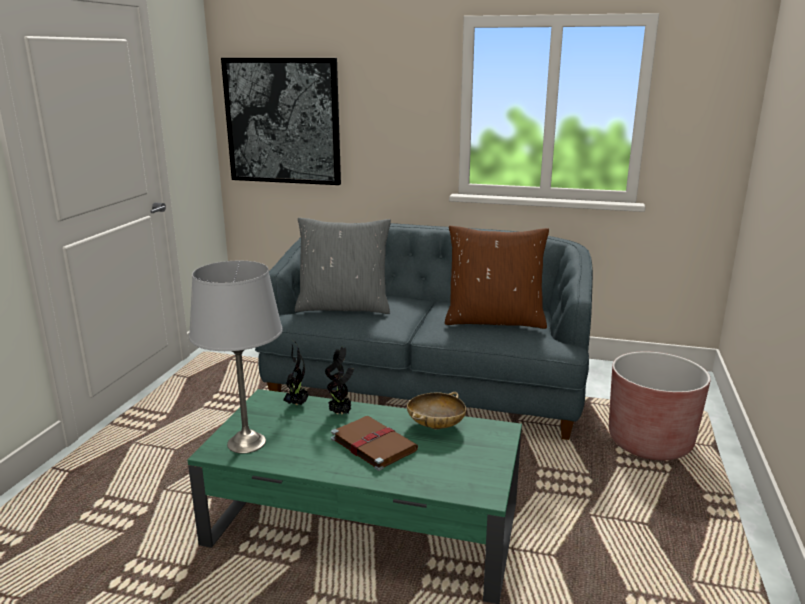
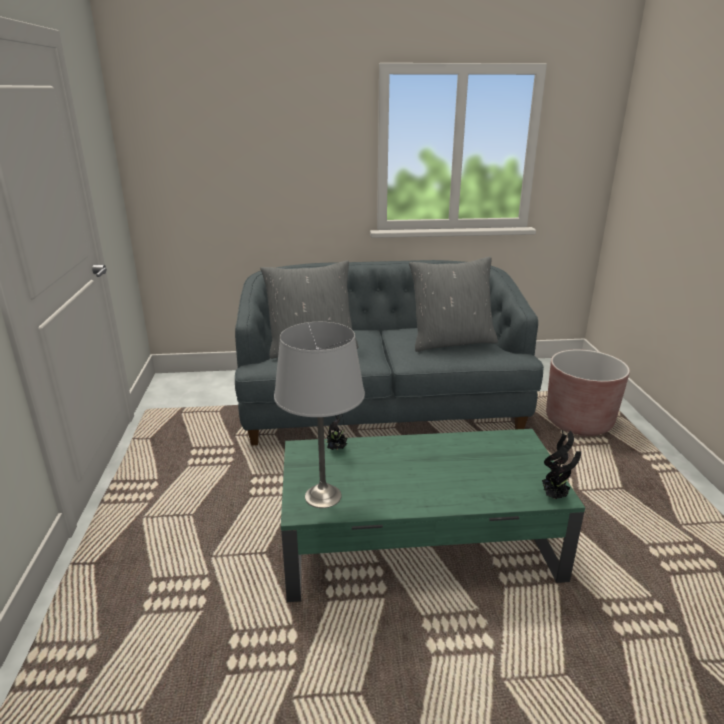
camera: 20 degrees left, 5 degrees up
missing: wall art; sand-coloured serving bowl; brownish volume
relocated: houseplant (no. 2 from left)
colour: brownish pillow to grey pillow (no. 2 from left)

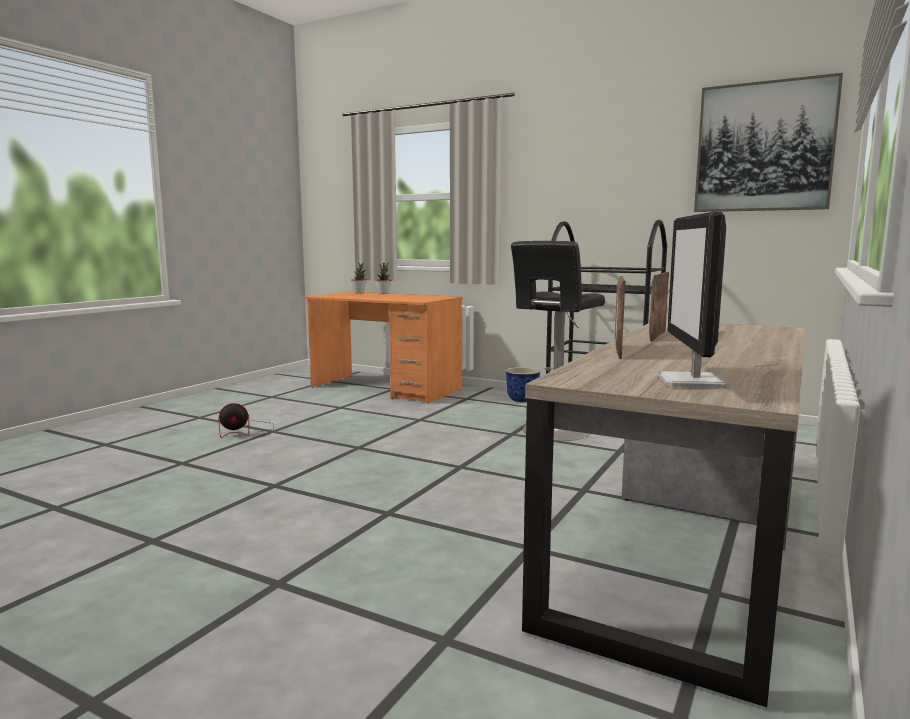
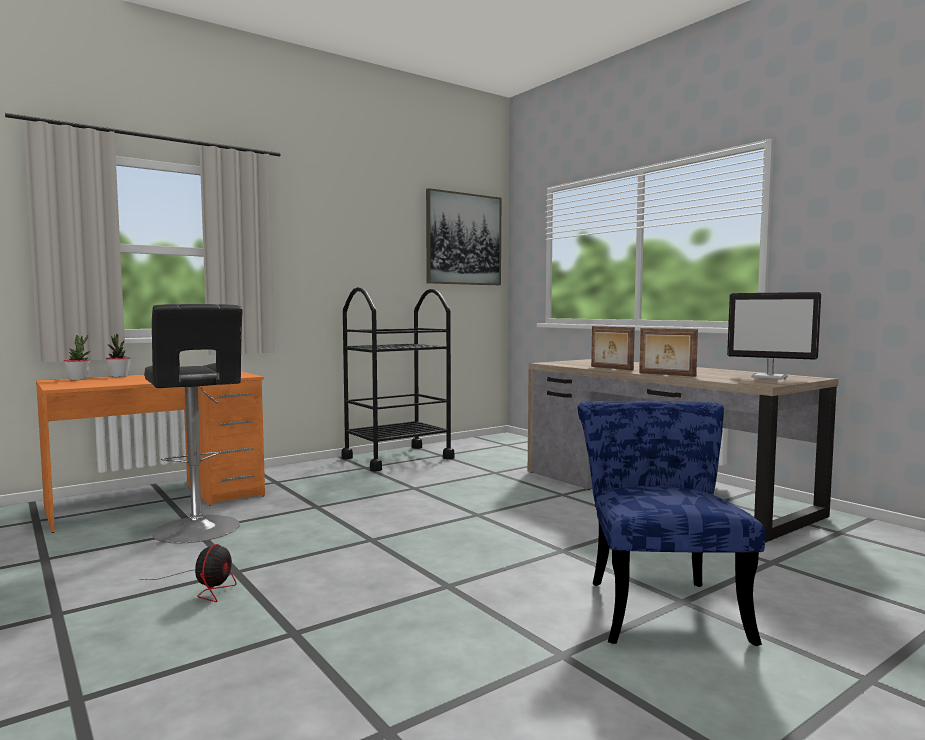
camera: 65 degrees left, 5 degrees down
missing: plant pot
appeared: bluish chair
relocated: blackish sitting stool

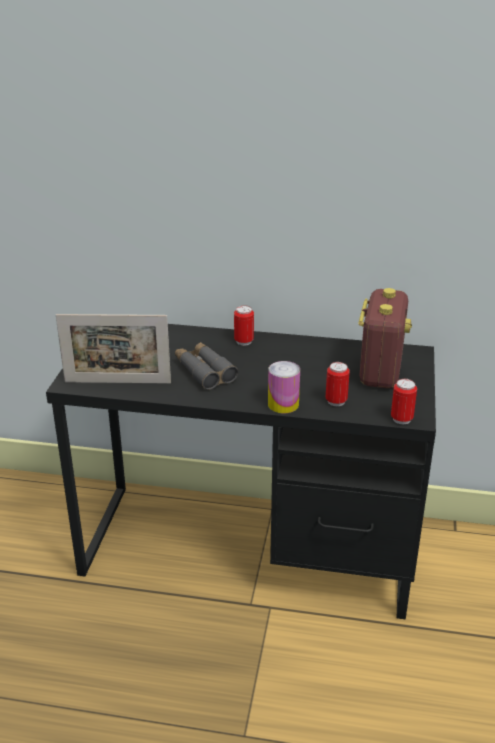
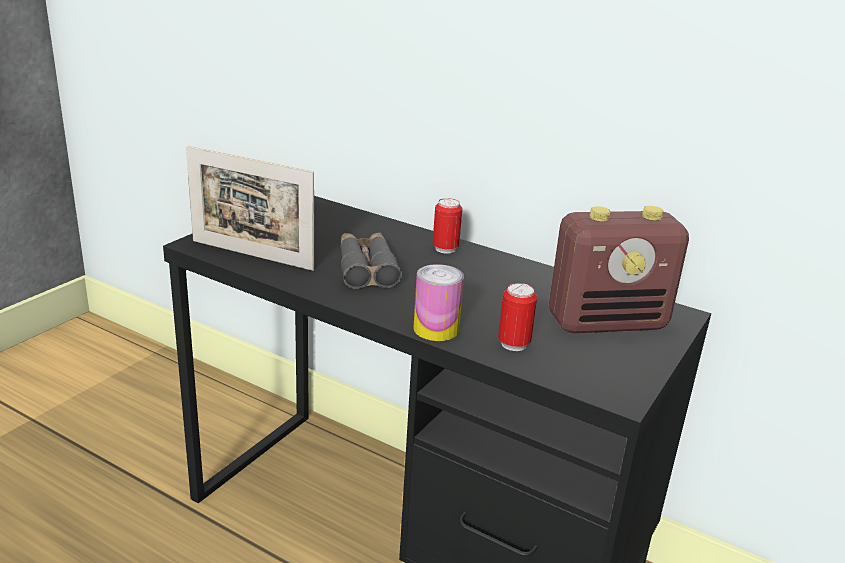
camera: 20 degrees right, 5 degrees down
missing: can (no. 4 from left)
spun: radio receiver 45 degrees clockwise

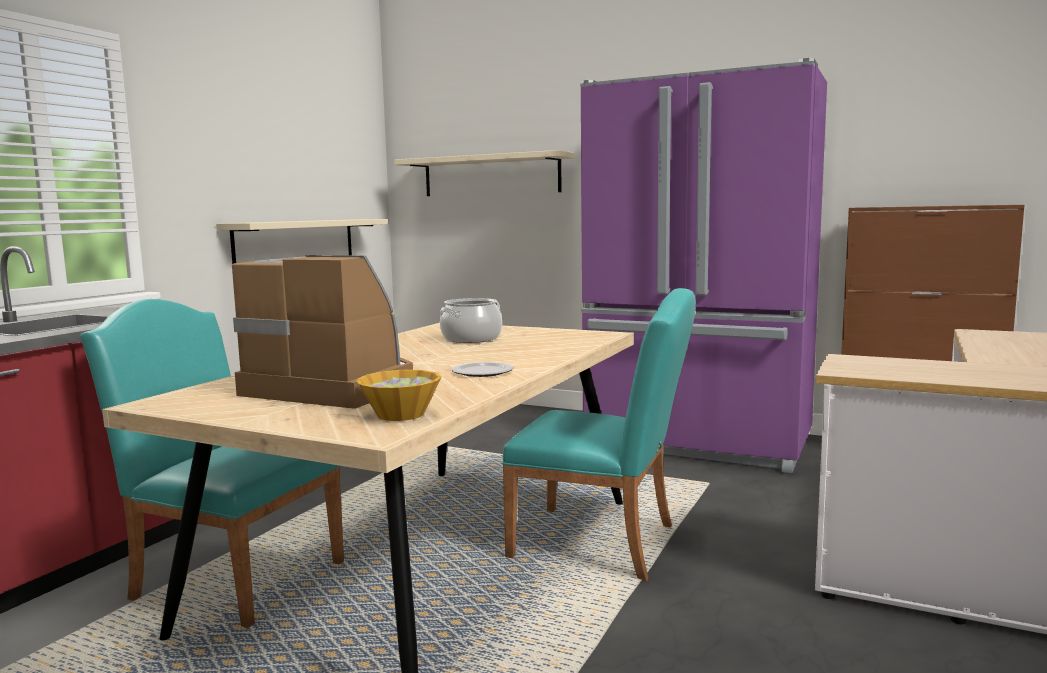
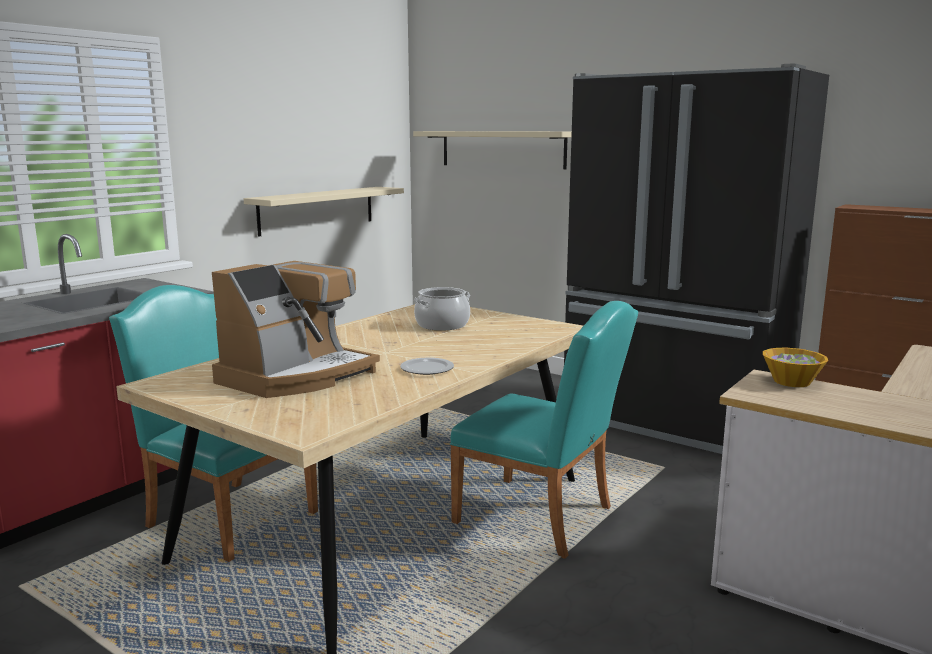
camera: 10 degrees right, 5 degrees up
relocated: serving bowl
colour: purplish refrigerator to blackish refrigerator
spun: coffee brewer 90 degrees clockwise

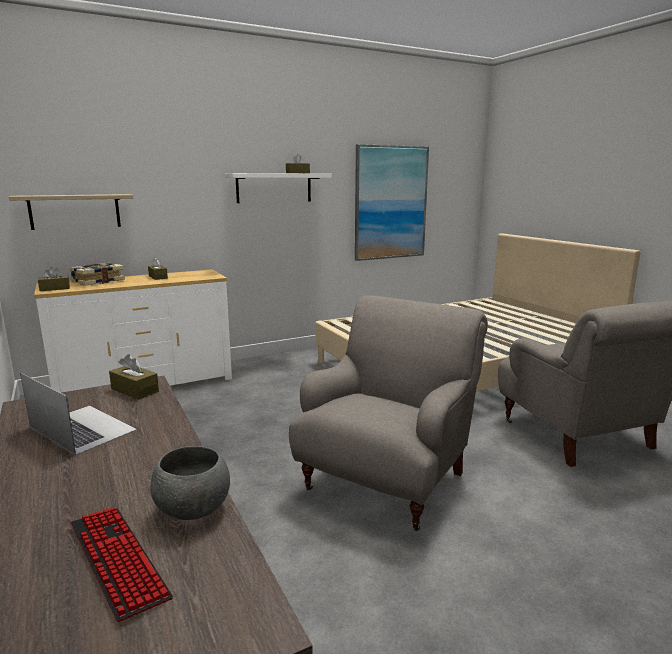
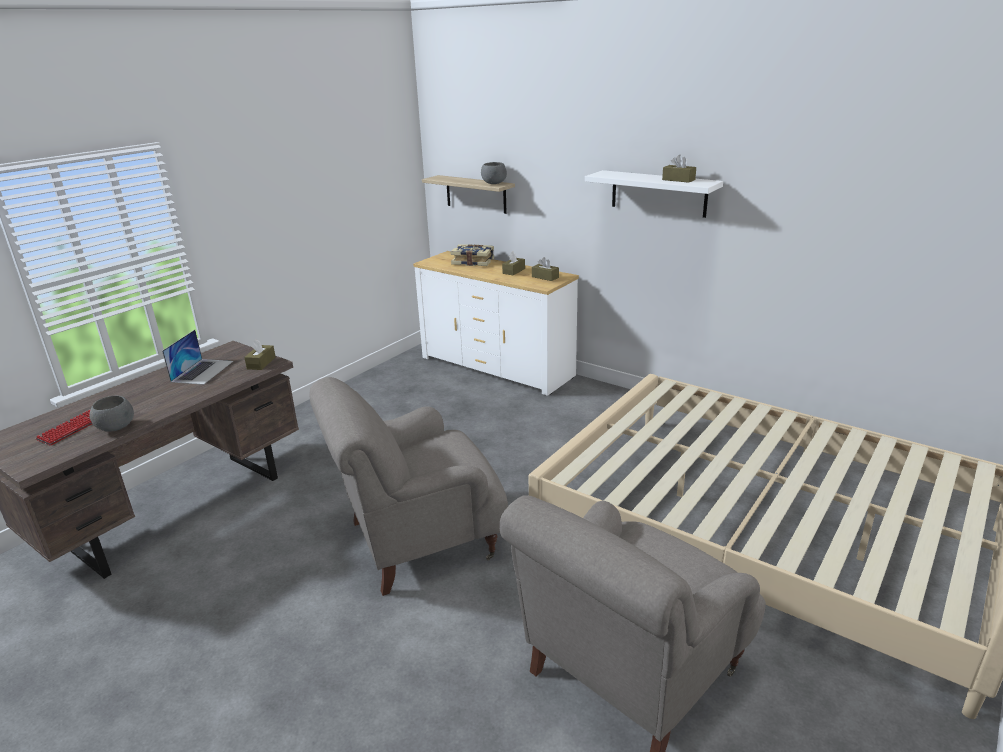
camera: 65 degrees right, 10 degrees up
missing: wall art
appeared: grey serving bowl (no. 2 from left)
relocated: brownish tissue box (no. 1 from left in the first image) to brownish tissue box (no. 3 from left)
spun: grey easy chair (no. 1 from left) 150 degrees clockwise

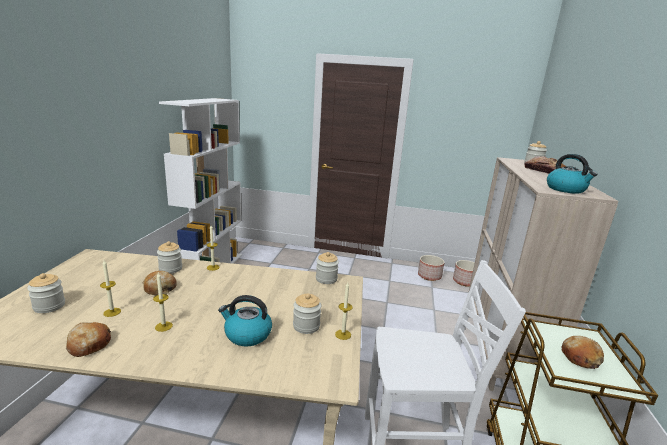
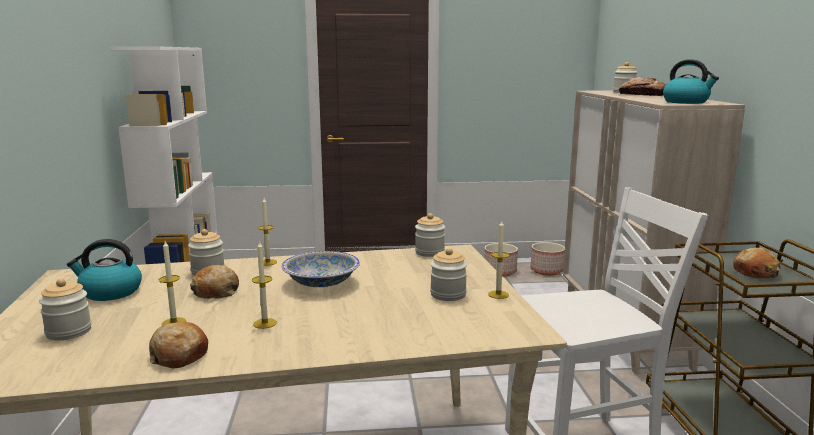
camera: 15 degrees left, 5 degrees down
appeared: serving bowl
relocated: tea kettle (no. 1 from left)

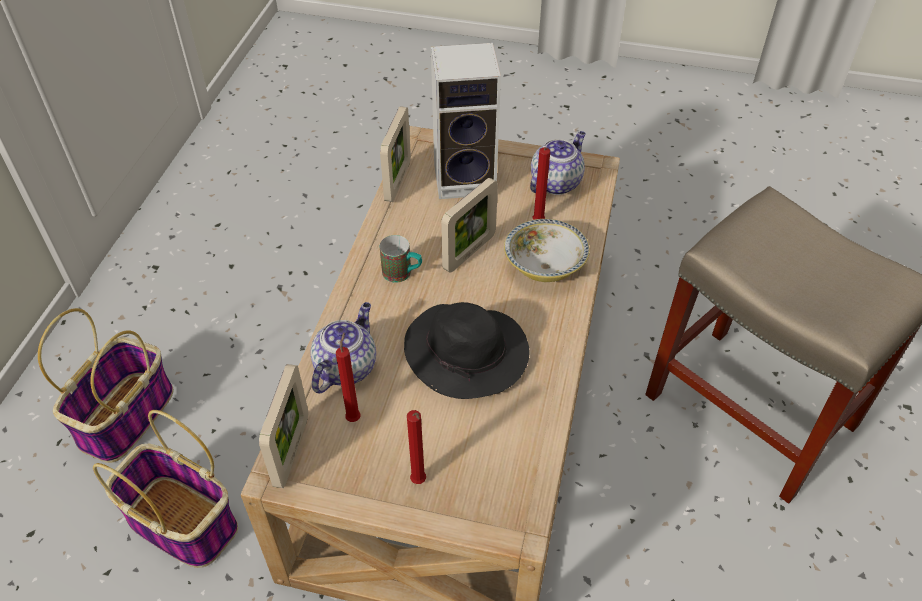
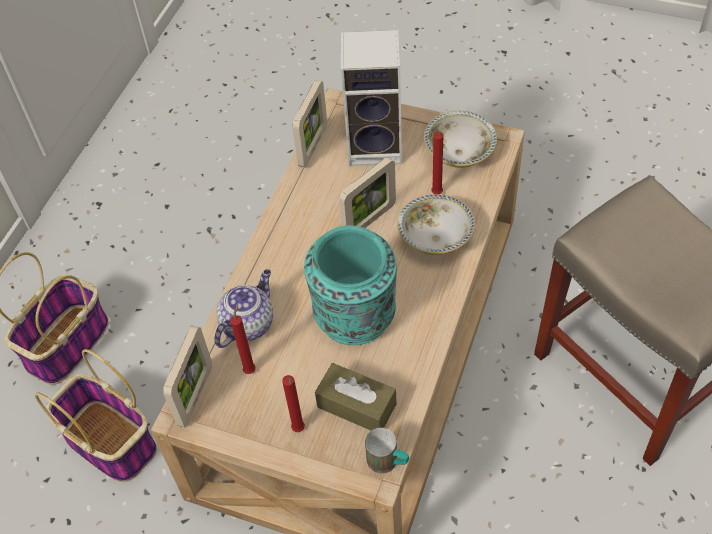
camera: 10 degrees right, 5 degrees up
appeared: brownish tissue box
relocated: coffee mug
exchanged: pot for tea (no. 2 from left) to serving bowl (no. 2 from left); blackish clothing hat to turquoise-coloured decorative vase

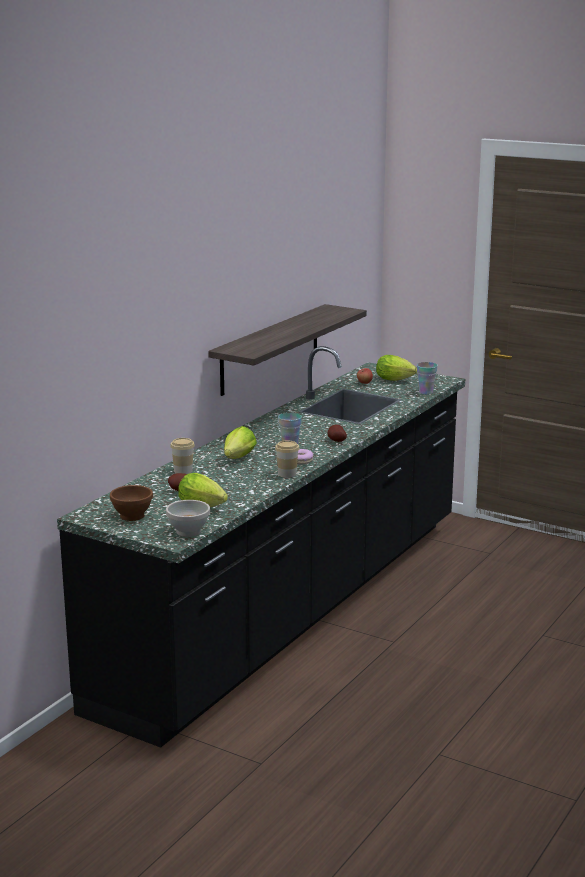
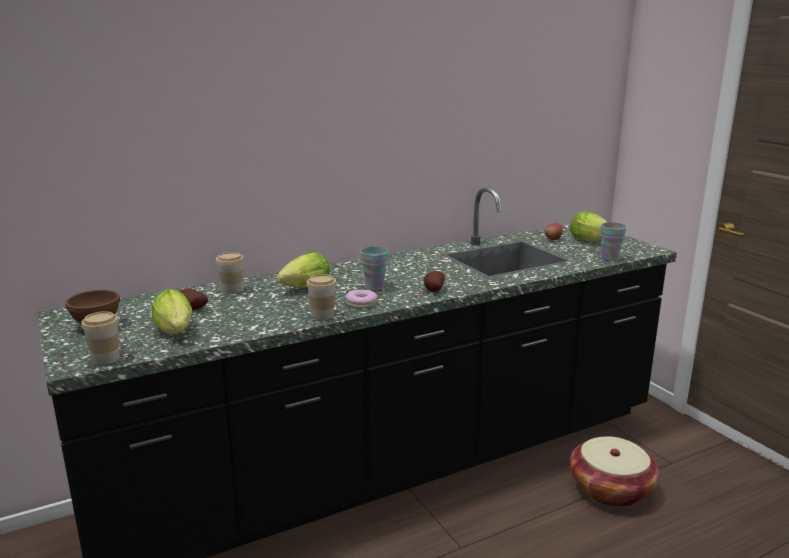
camera: 30 degrees right, 0 degrees up
missing: shelf
appeared: storage basket
exchanged: white serving bowl to small cup (no. 1 from left)

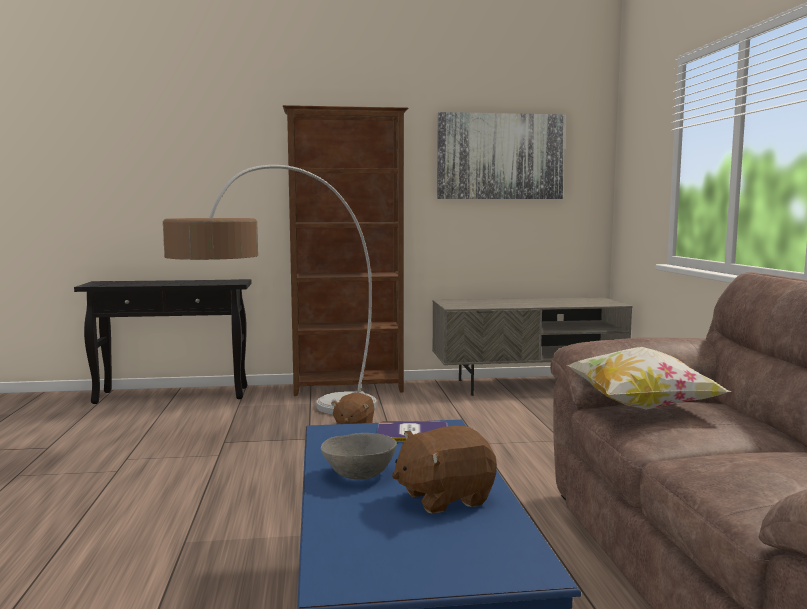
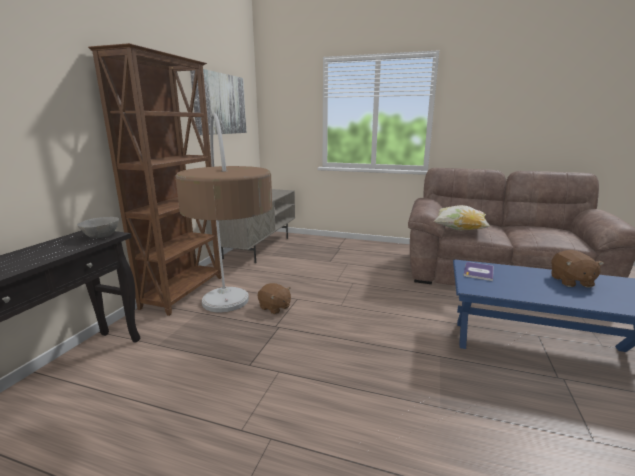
camera: 65 degrees left, 10 degrees up
relocated: grey serving bowl

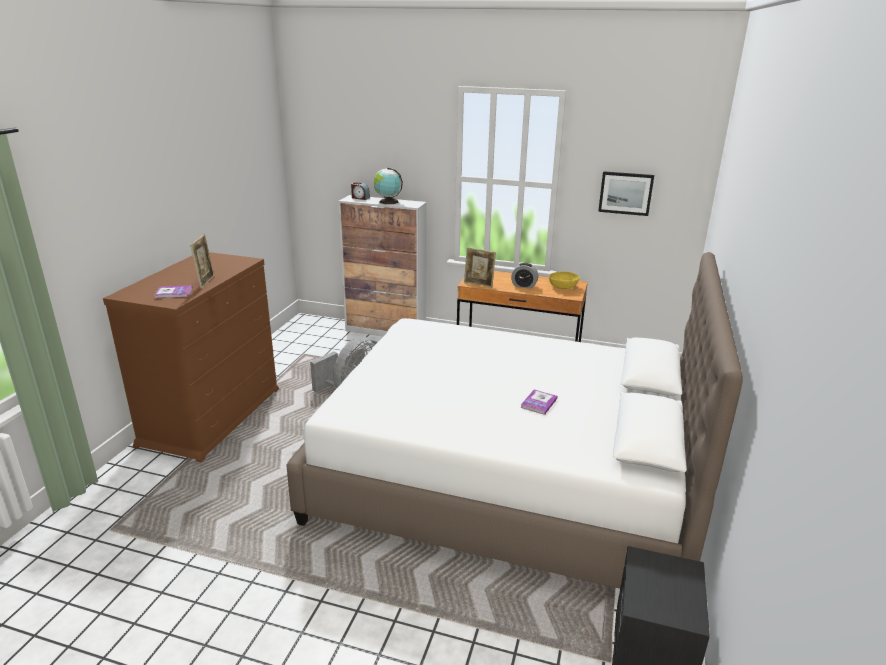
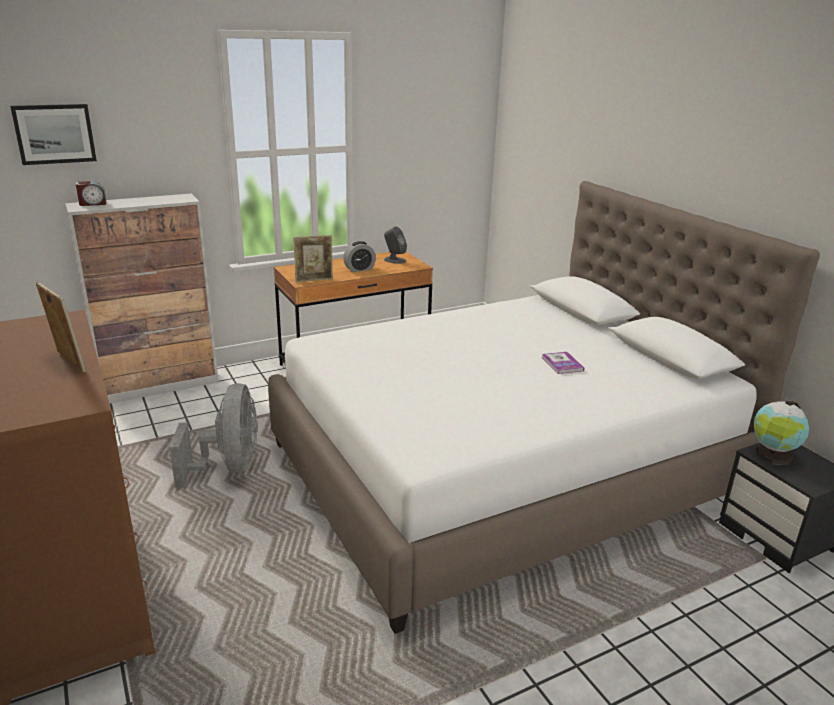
camera: 45 degrees left, 0 degrees up
missing: volume (no. 1 from left)
relocated: globe; wall art
exchanged: yellow-coloured serving bowl to grey speaker

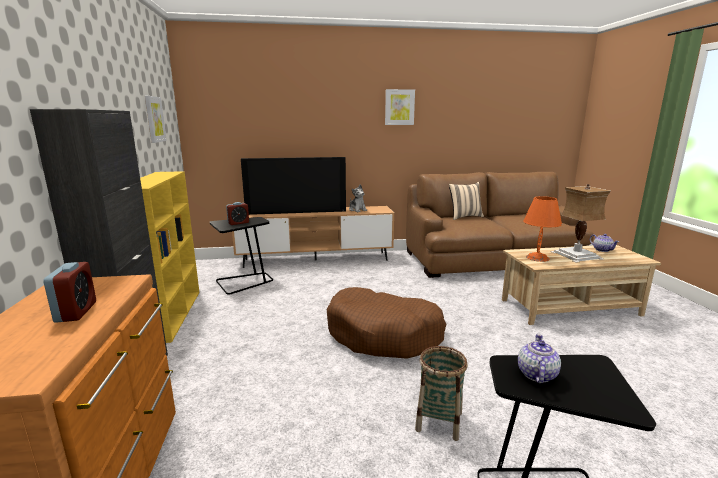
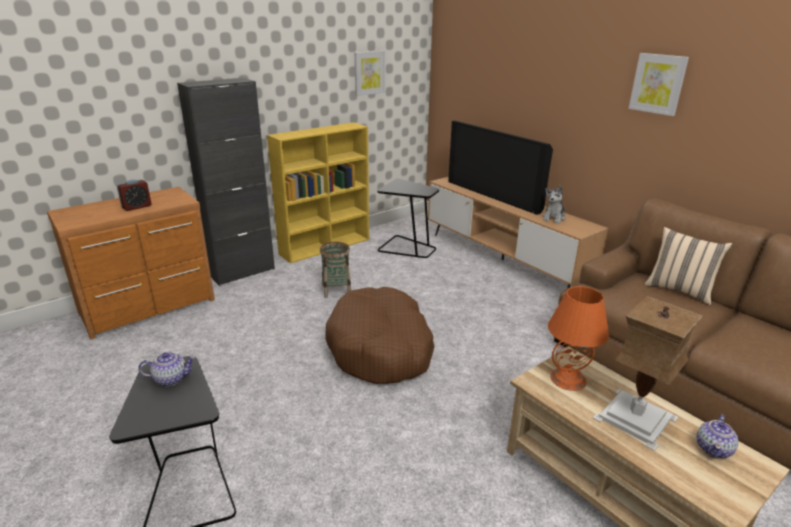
camera: 60 degrees right, 10 degrees up
missing: table clock (no. 2 from left)
relocated: storage basket

